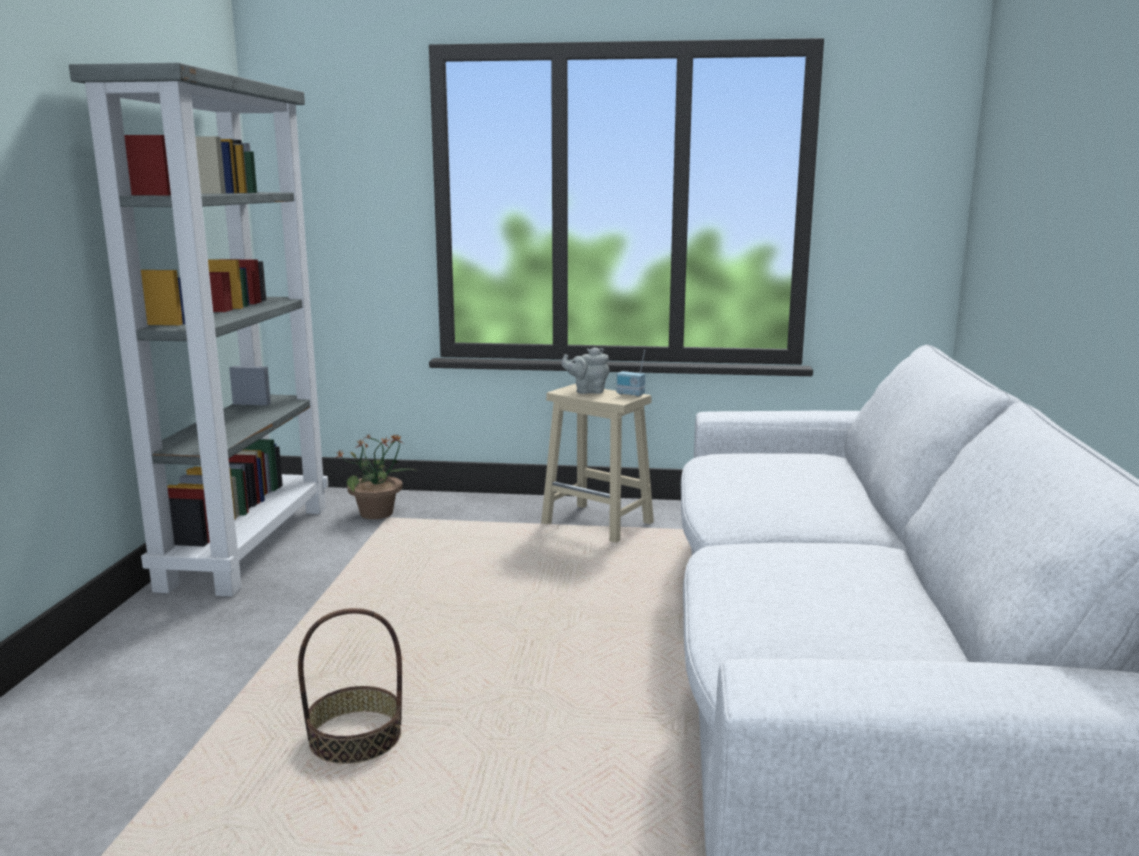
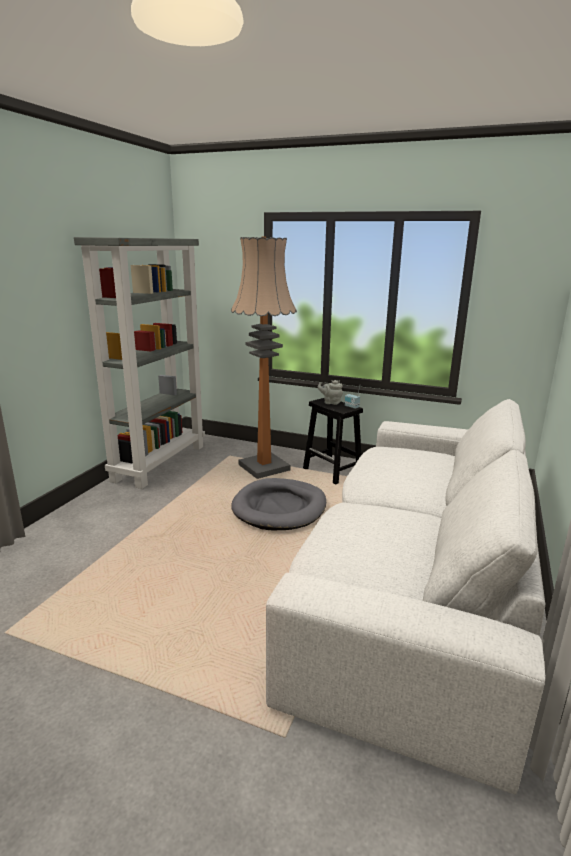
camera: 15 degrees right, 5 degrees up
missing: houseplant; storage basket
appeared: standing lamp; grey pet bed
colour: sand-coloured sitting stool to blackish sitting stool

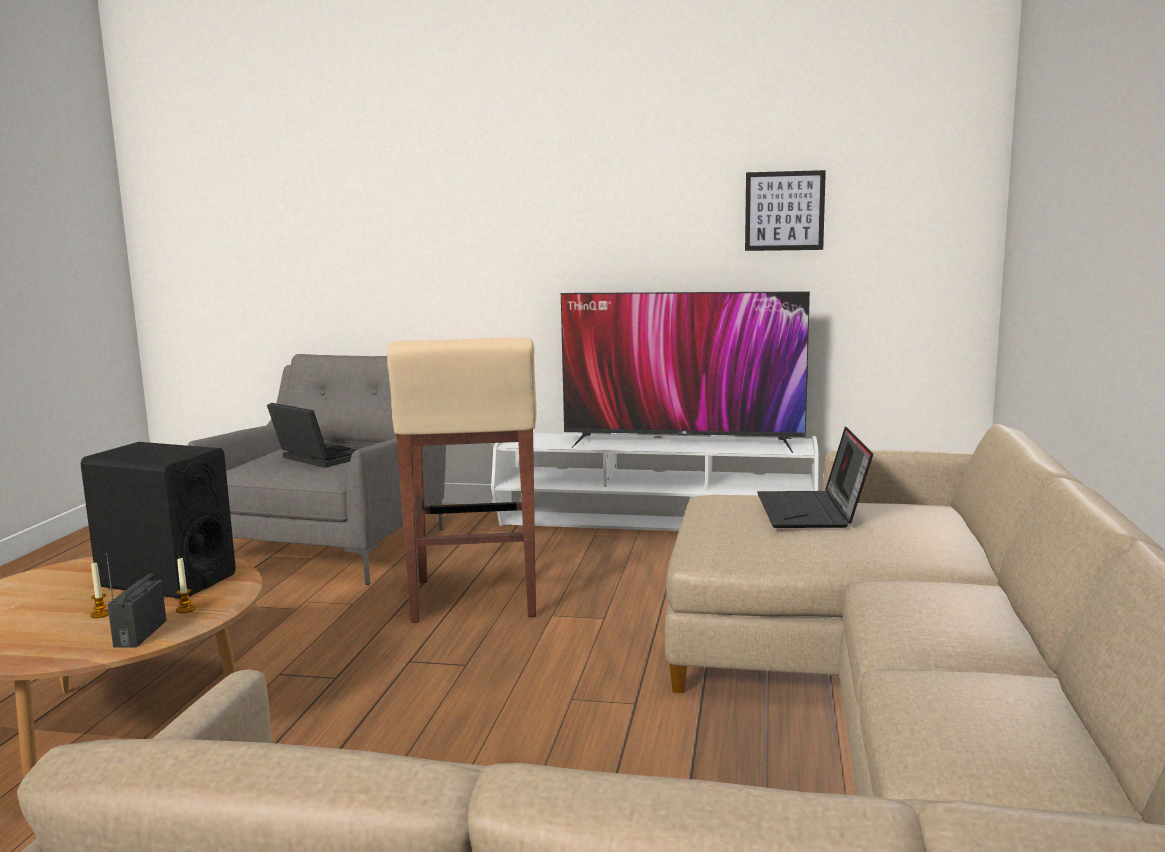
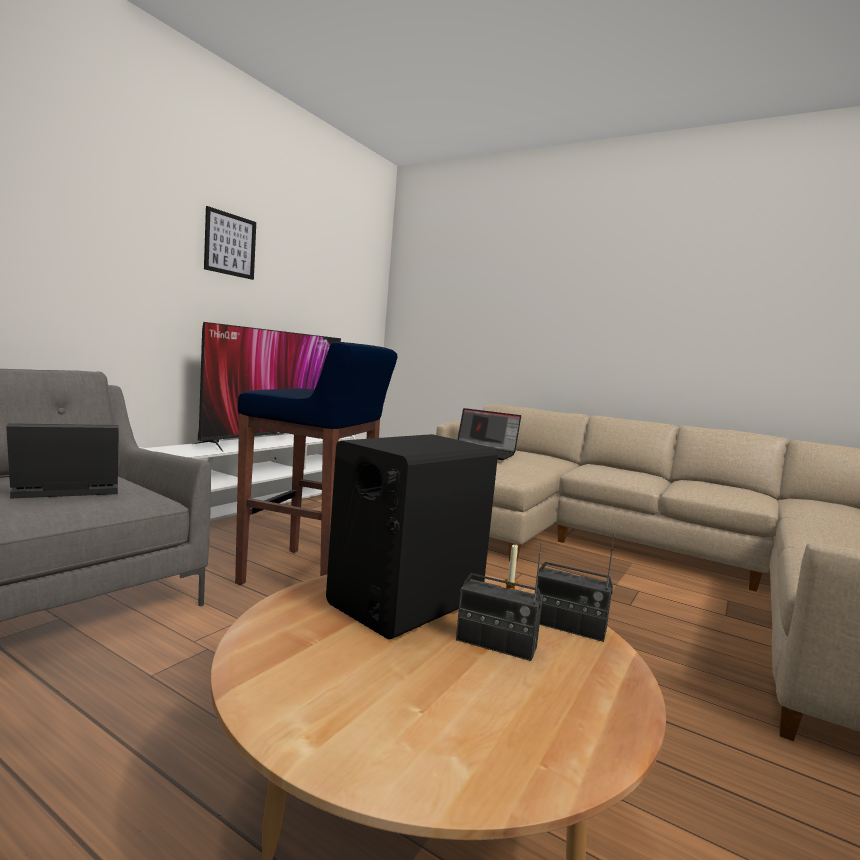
camera: 70 degrees left, 5 degrees down
relocated: wall art
exchanged: wax light (no. 1 from left) to radio receiver (no. 1 from left)
colour: sand-coloured sitting stool to bluish sitting stool

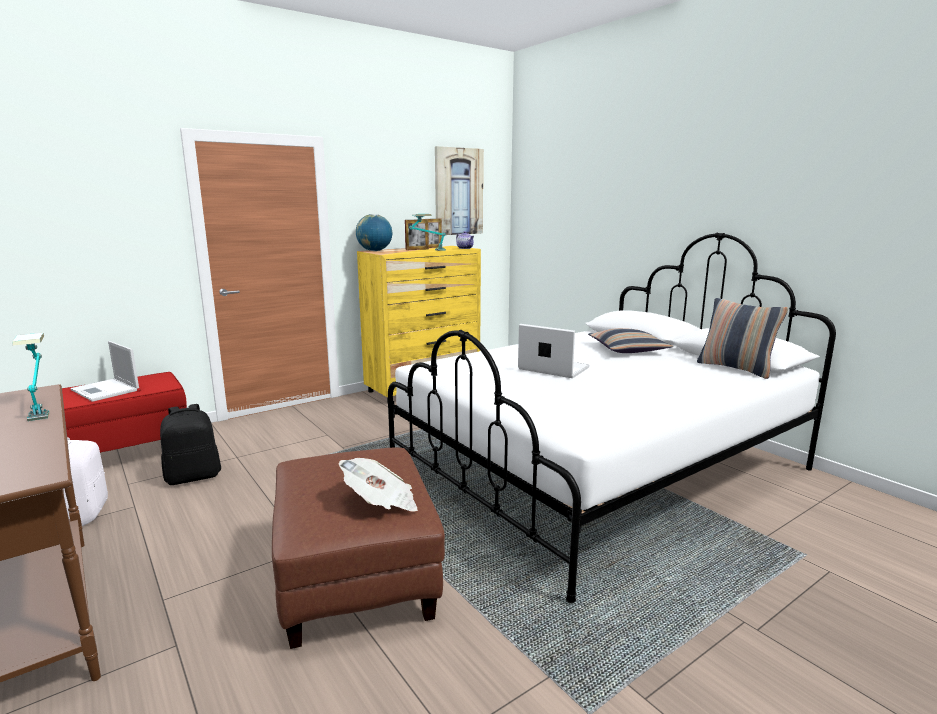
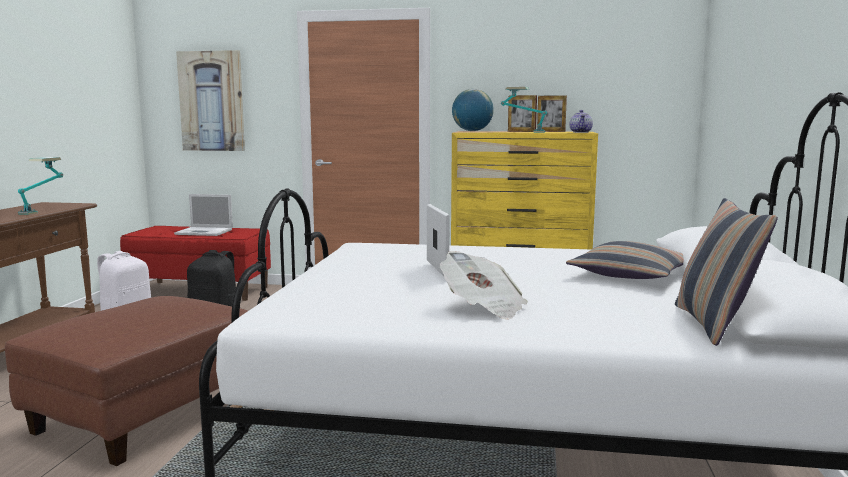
camera: 45 degrees right, 5 degrees down
relocated: wall art; newspaper
spun: portable computer (no. 1 from left) 75 degrees counterclockwise

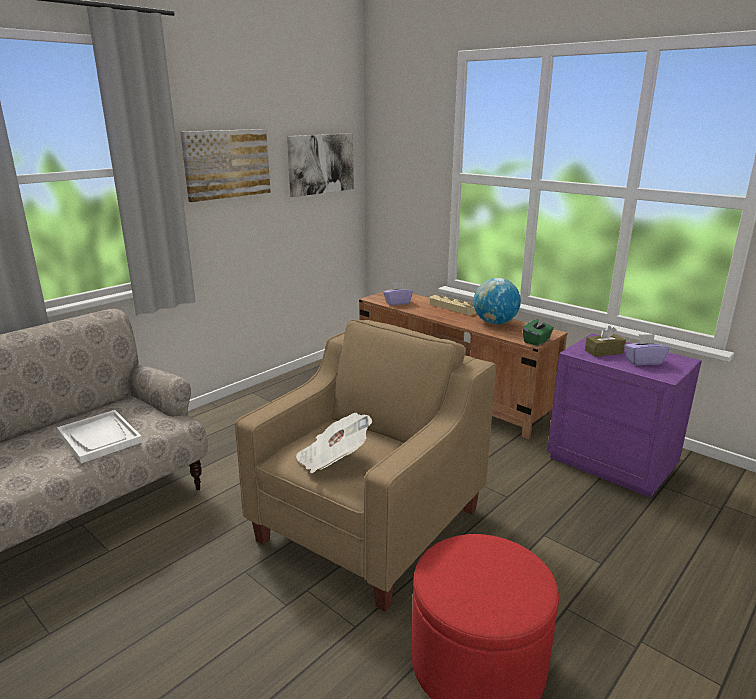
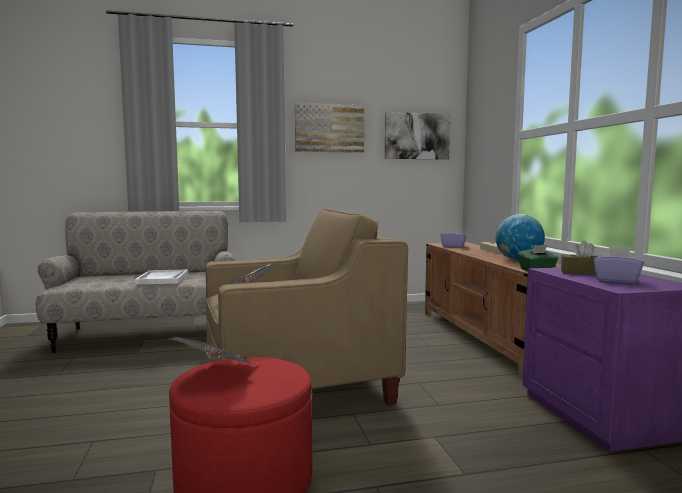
camera: 35 degrees right, 15 degrees down
appeared: newspaper (no. 1 from left)

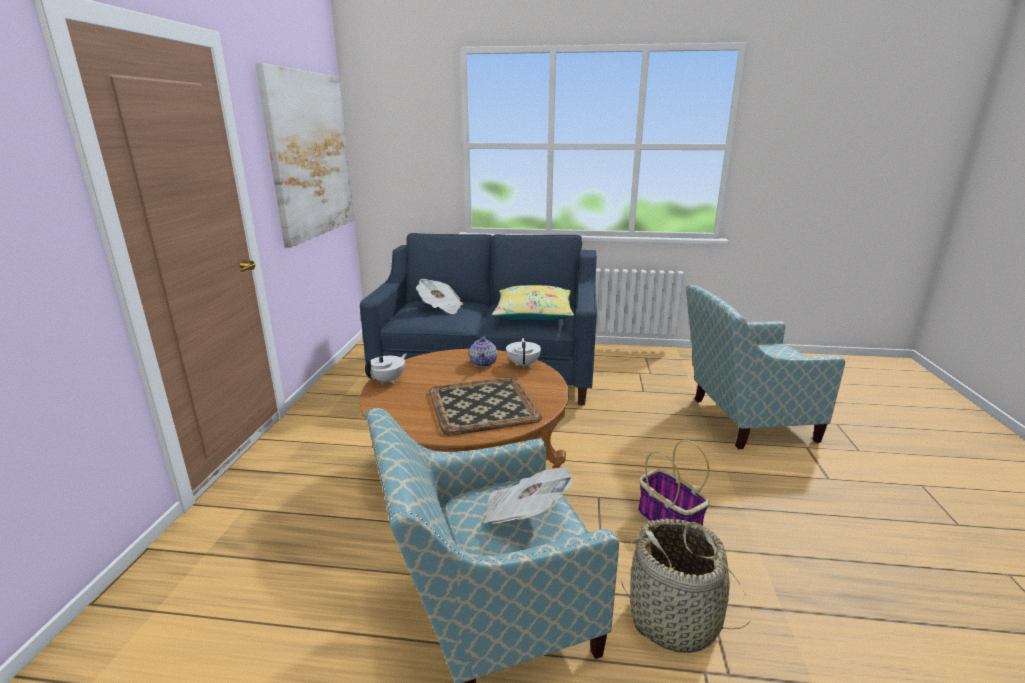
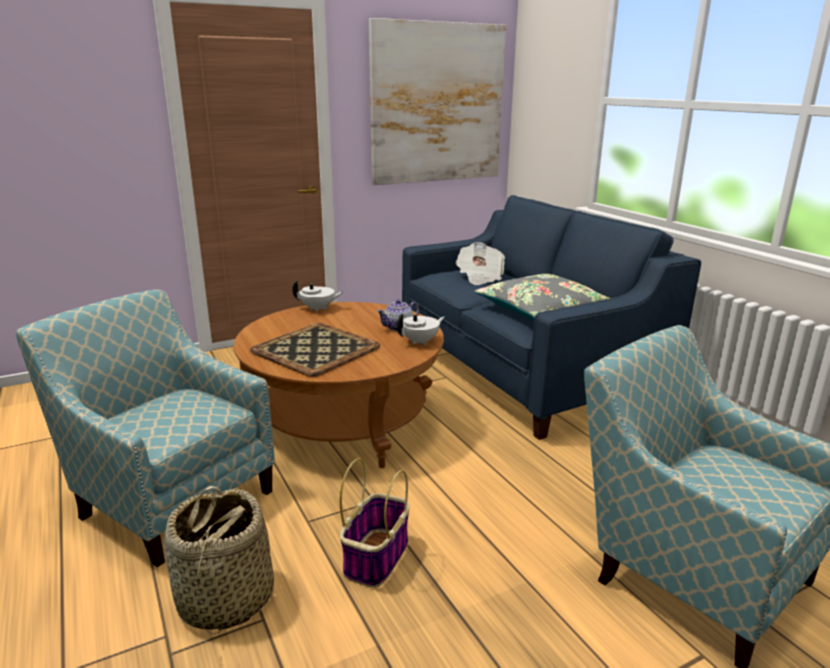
camera: 55 degrees right, 0 degrees up
missing: newspaper (no. 2 from left)
colour: yellow-coloured pillow to grey pillow

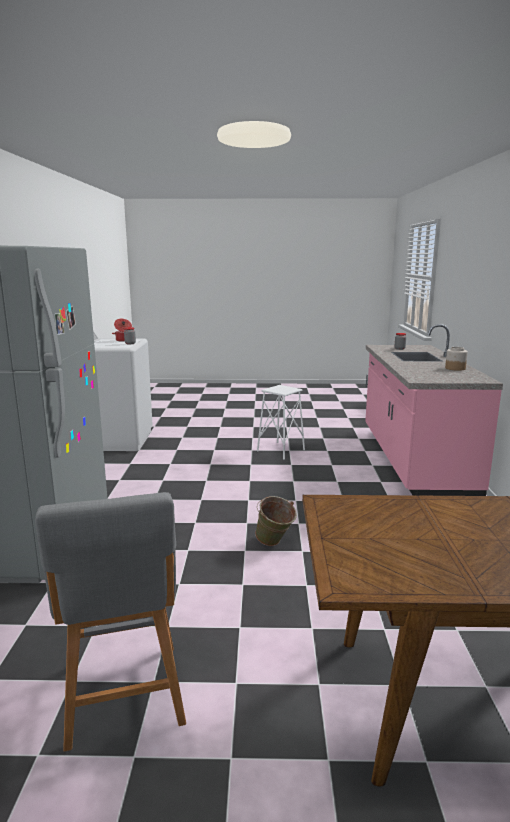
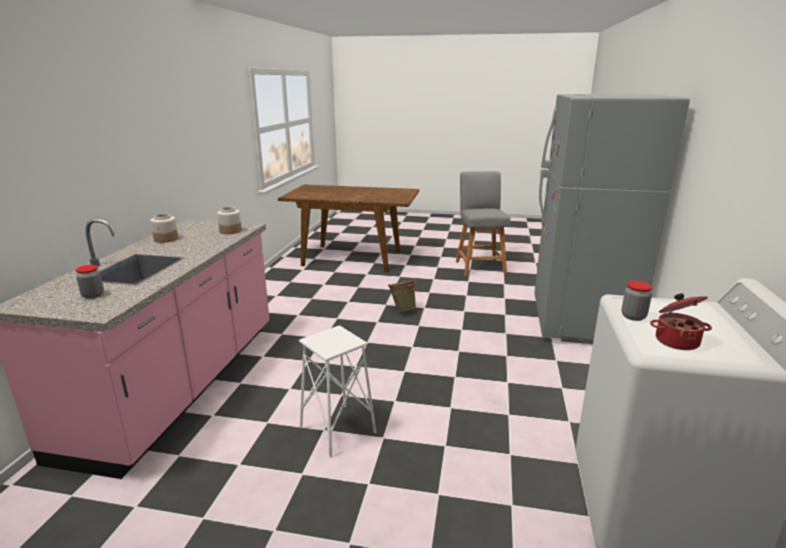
camera: 170 degrees left, 5 degrees up
appeared: storage jar (no. 3 from left)

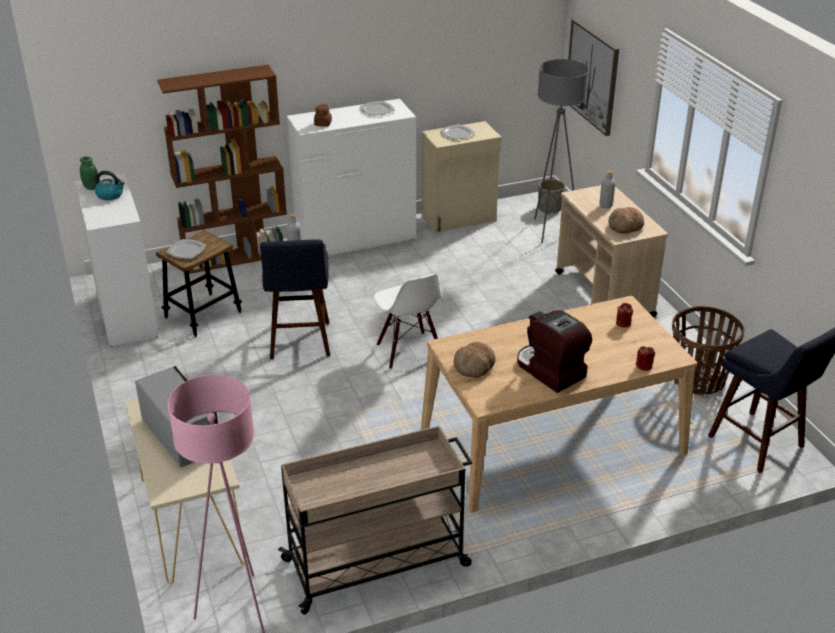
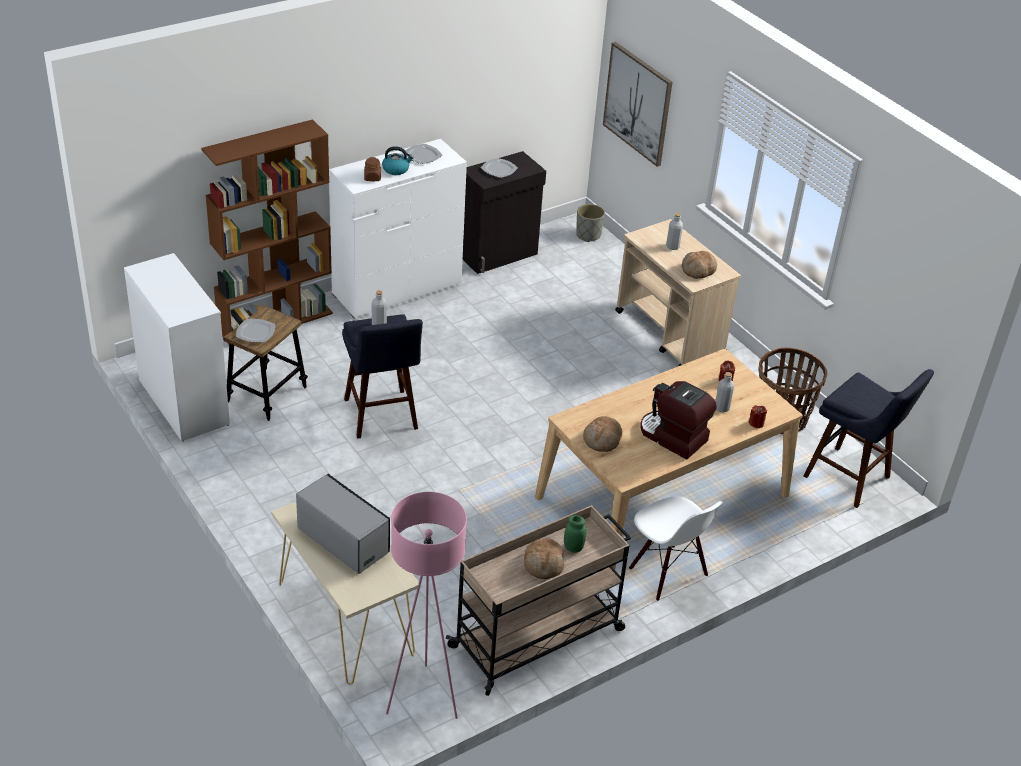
camera: 15 degrees left, 5 degrees up
missing: grey standing lamp
appeared: grey beverage bottle (no. 3 from left); bread (no. 1 from left)
relocated: green storage jar; tea kettle; white chair
colour: sand-coloured storage cabinet to blackish storage cabinet

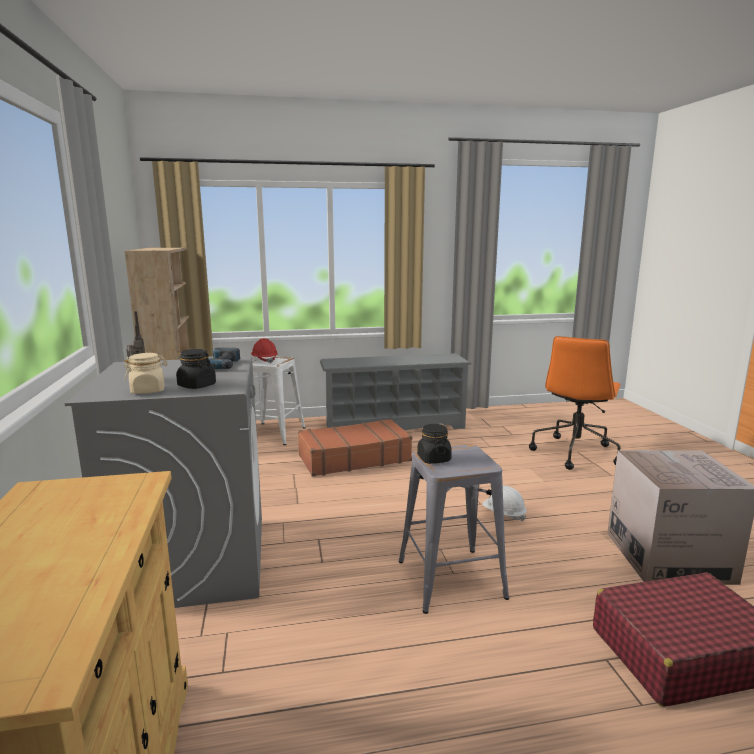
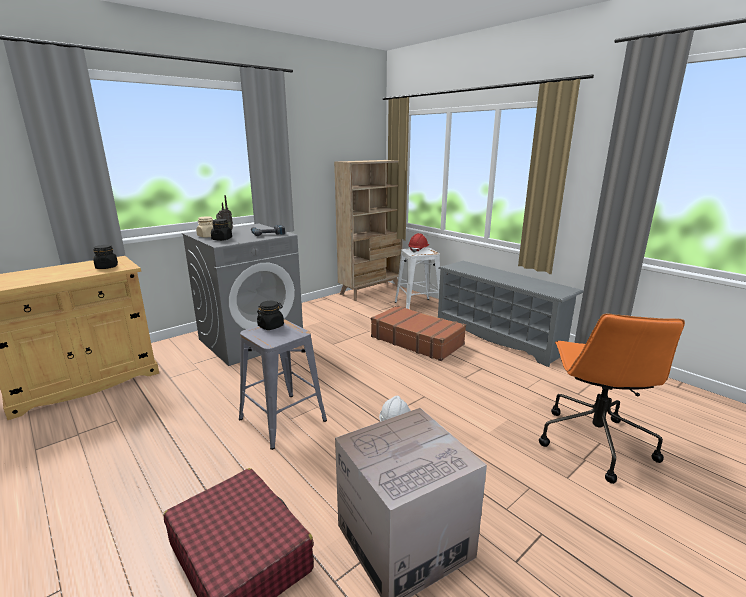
camera: 60 degrees right, 5 degrees up
appeared: blackish storage jar (no. 1 from left)
spun: orangey office chair 75 degrees counterclockwise

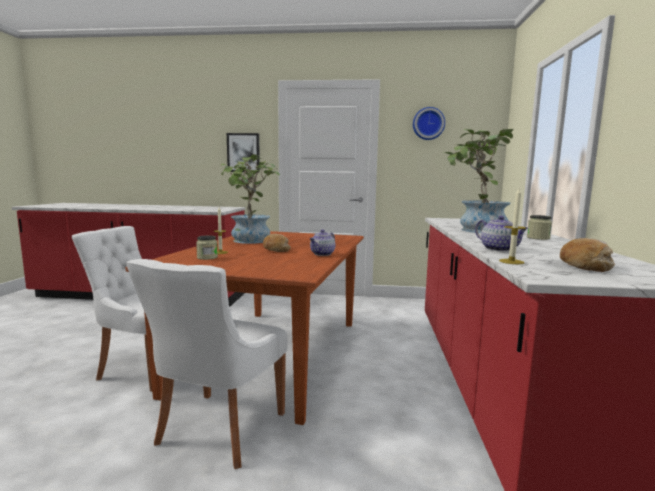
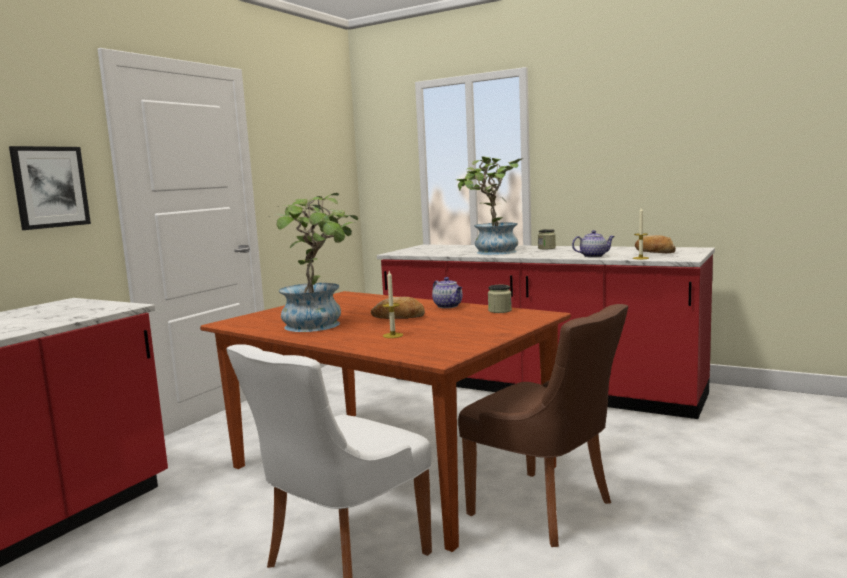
camera: 65 degrees left, 0 degrees up
missing: hanging clock
relocated: storage jar (no. 1 from left)
colour: white chair (no. 2 from left) to brownish chair

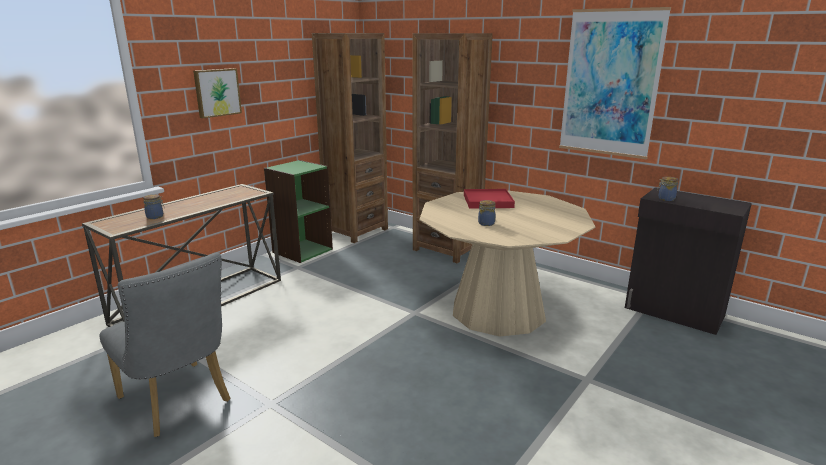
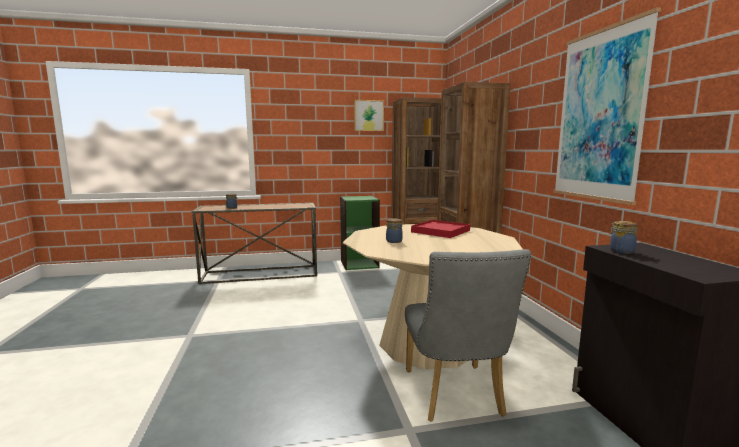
camera: 40 degrees right, 10 degrees down
relocated: wall art (no. 1 from left); grey chair

